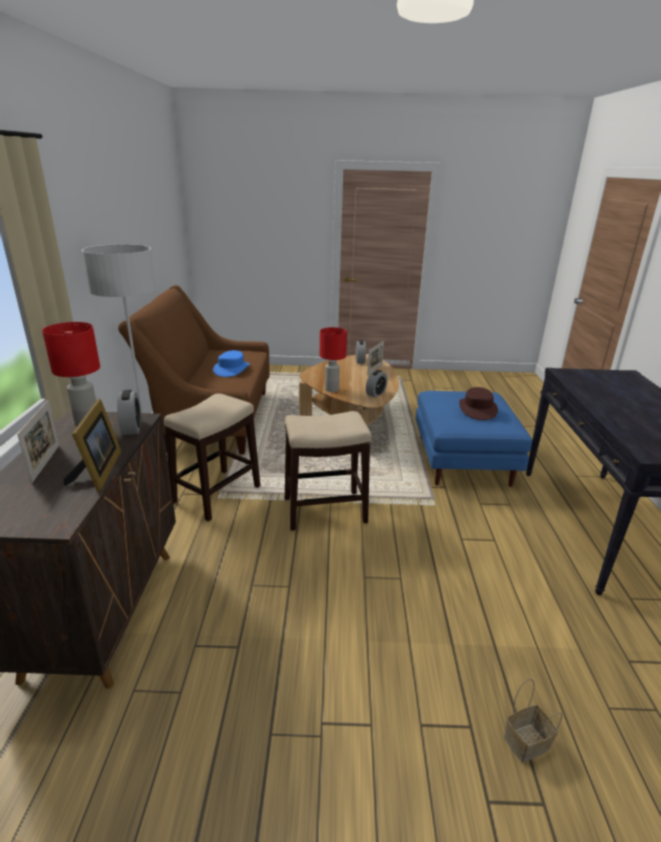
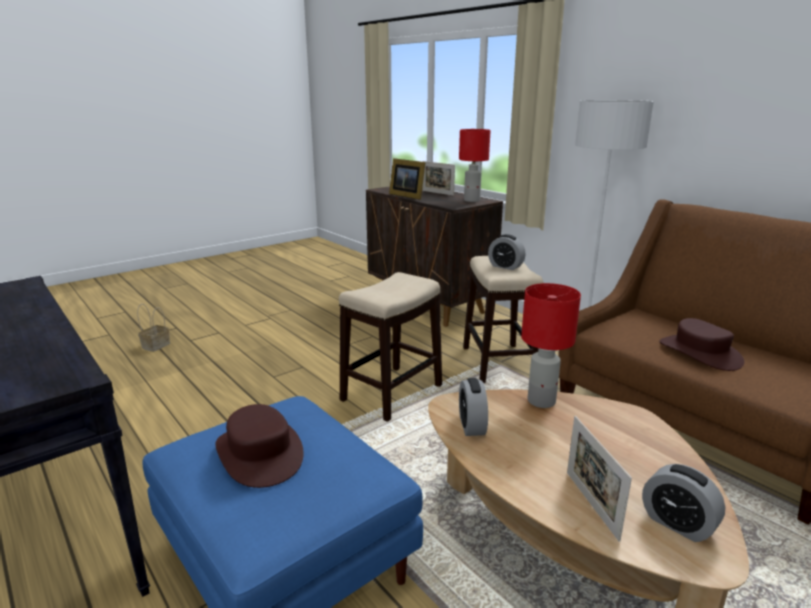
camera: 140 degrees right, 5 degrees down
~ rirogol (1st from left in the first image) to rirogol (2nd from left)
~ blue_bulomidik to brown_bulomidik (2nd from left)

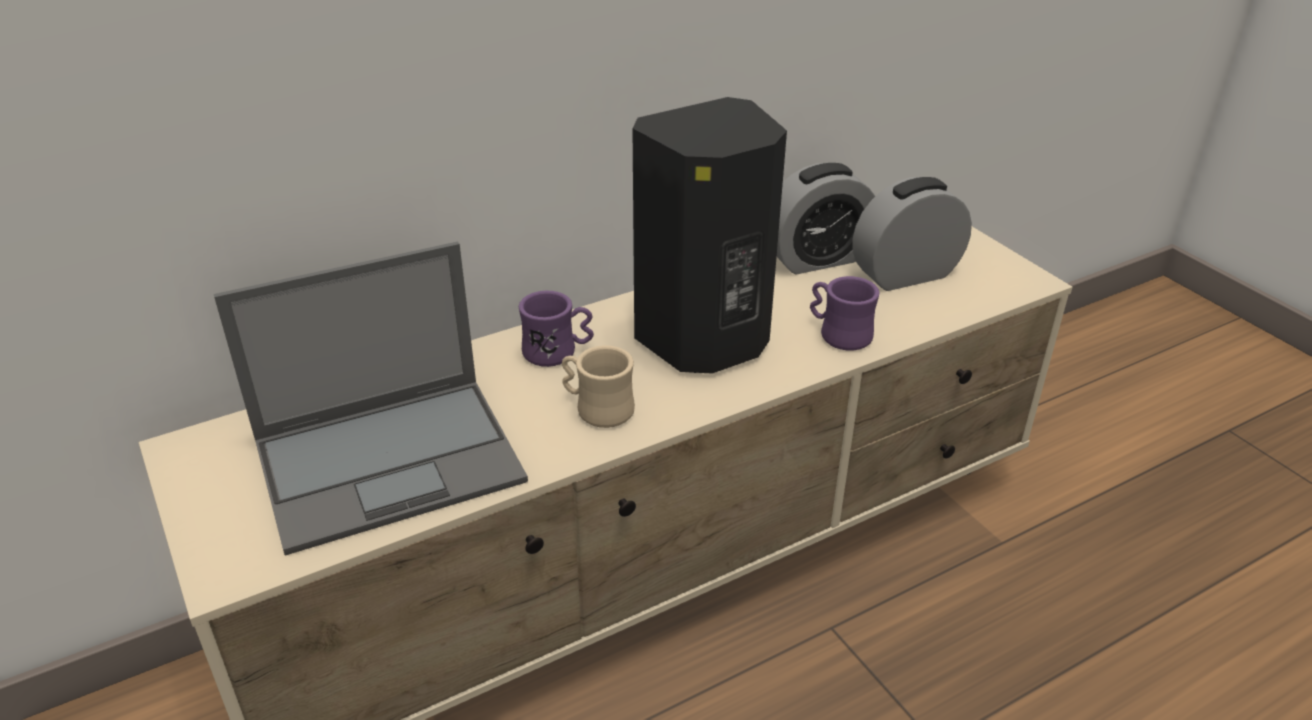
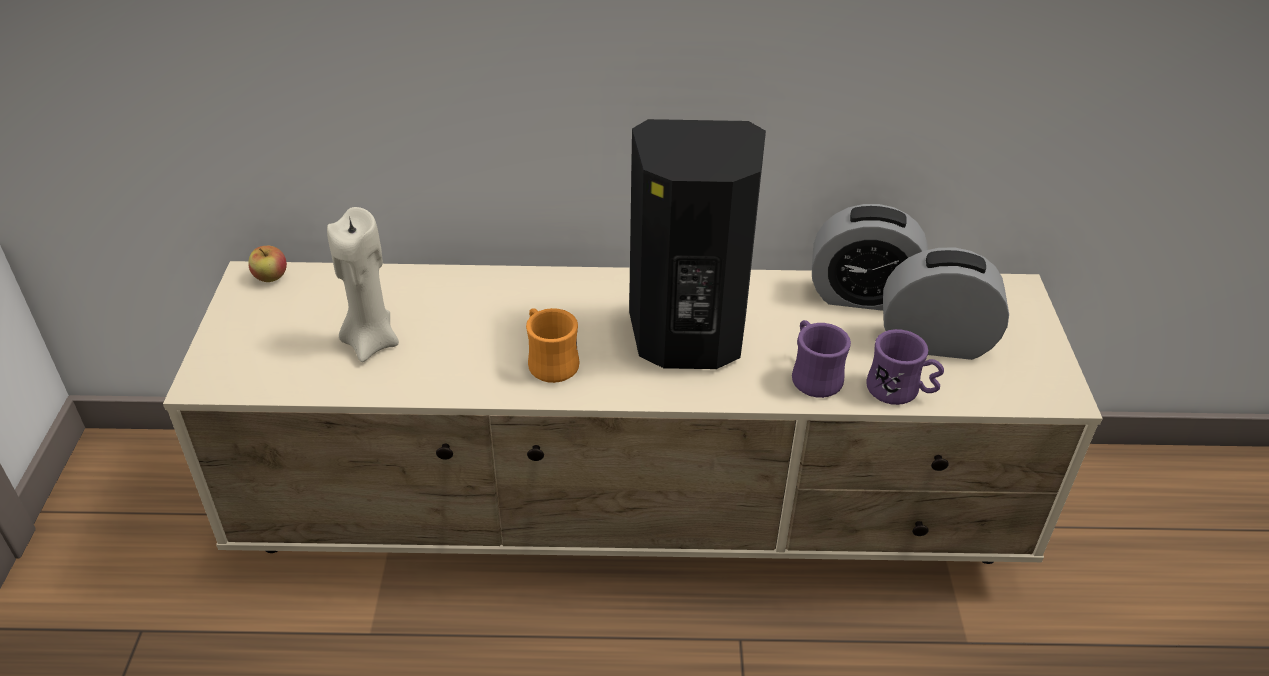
camera: 30 degrees right, 5 degrees up
+ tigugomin
~ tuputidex to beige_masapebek
~ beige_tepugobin to orange_tepugobin
~ purple_tepugobin (1st from left in the first image) to purple_tepugobin (2nd from left)

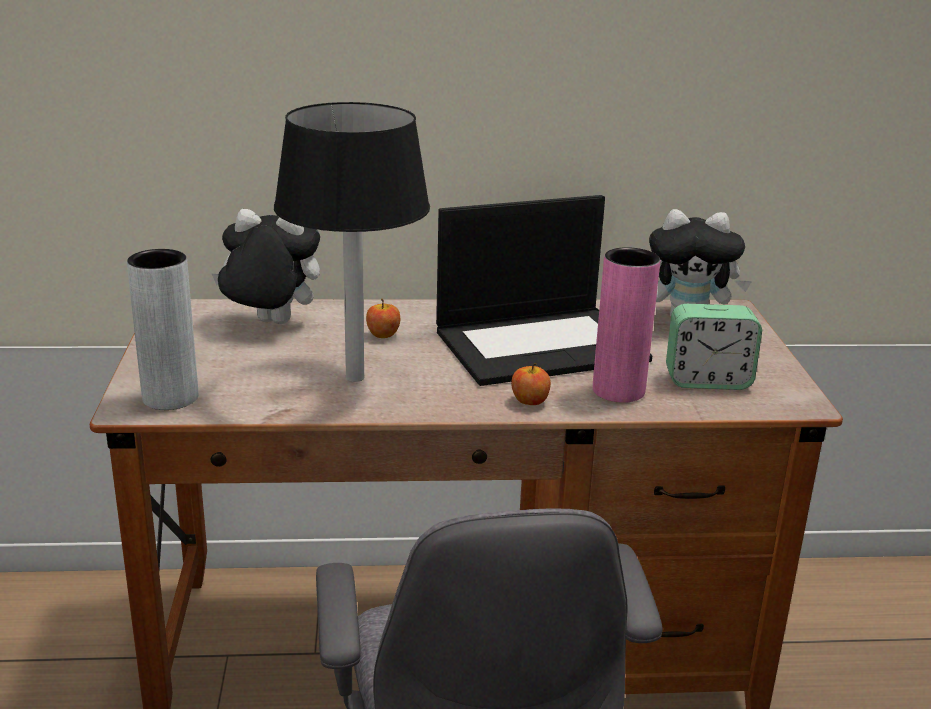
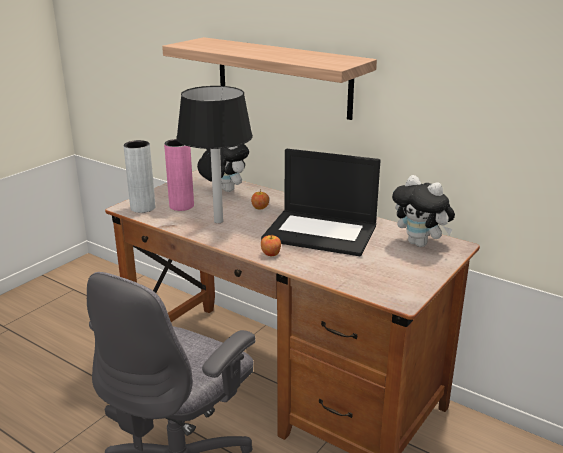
camera: 40 degrees right, 0 degrees up
+ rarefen
~ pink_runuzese
- rirogol

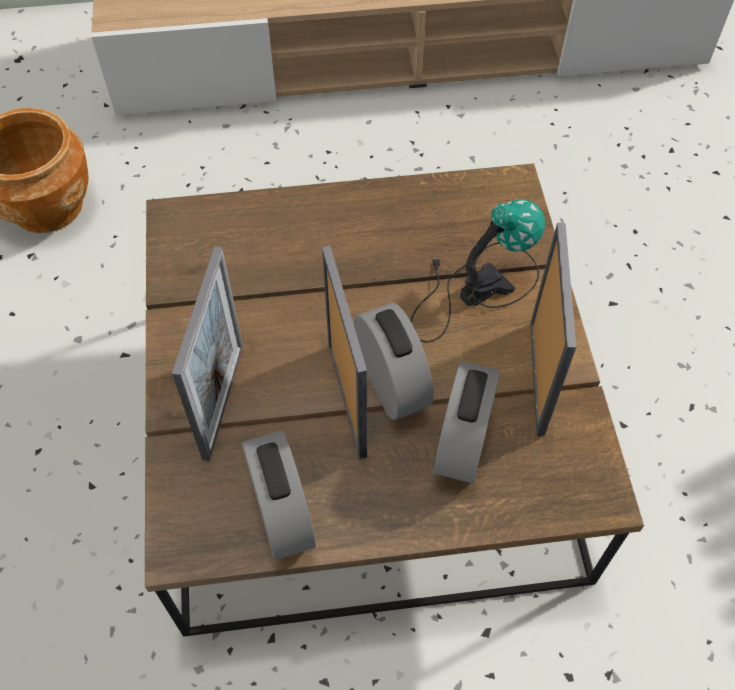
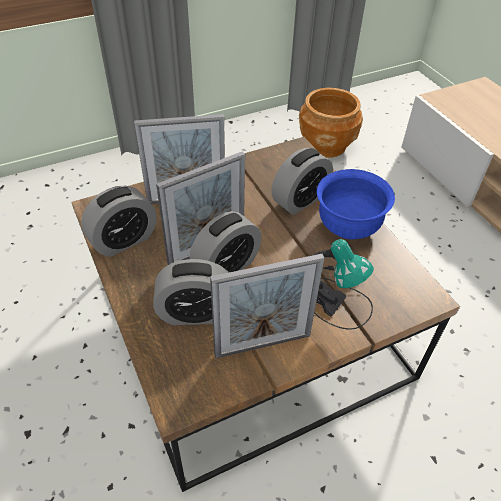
camera: 70 degrees right, 10 degrees down
+ rirogol (4th from left)
+ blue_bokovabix

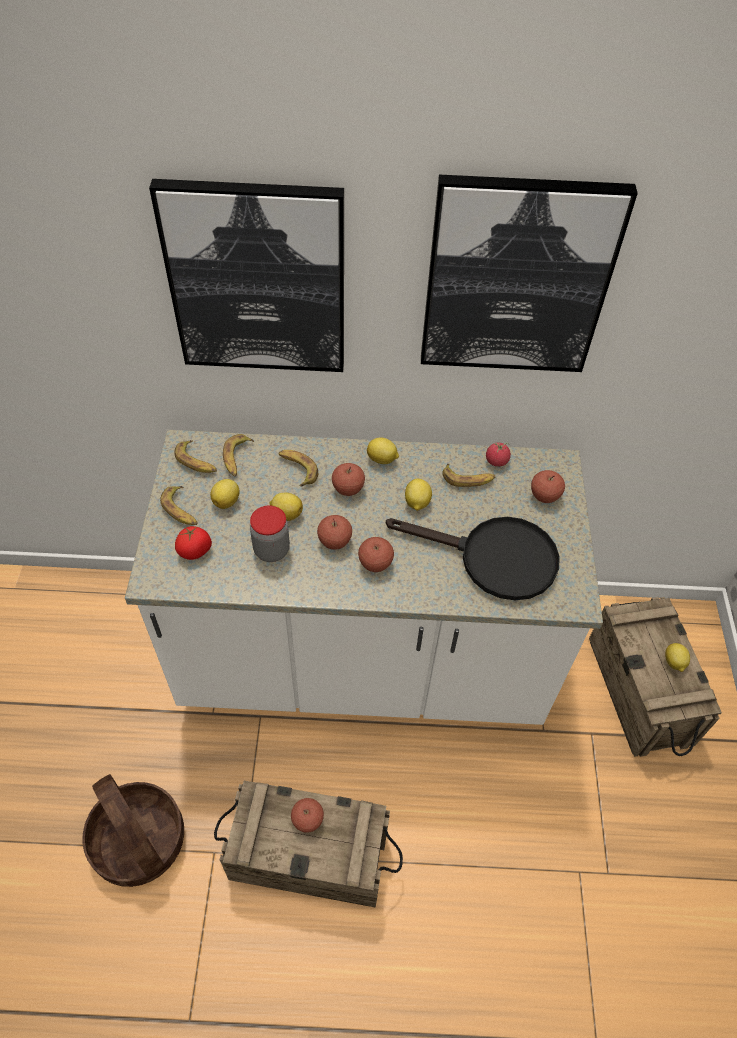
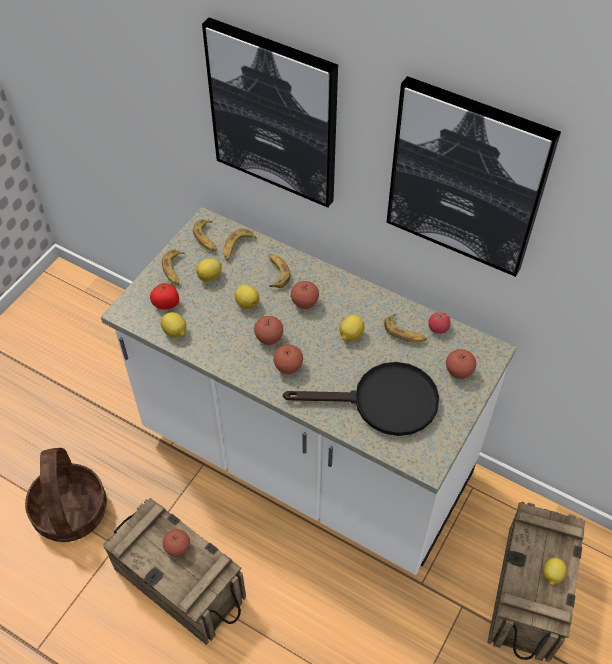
camera: 30 degrees right, 0 degrees up
~ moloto (3rd from left in the first image) to moloto (1st from left)
~ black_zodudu 45 degrees counterclockwise
- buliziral

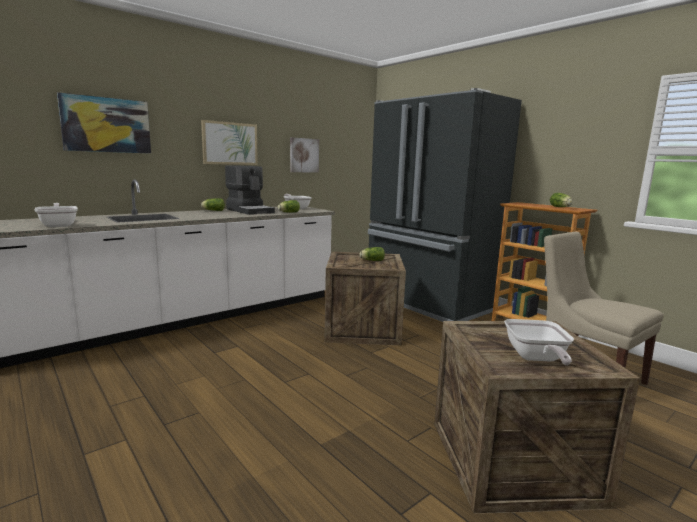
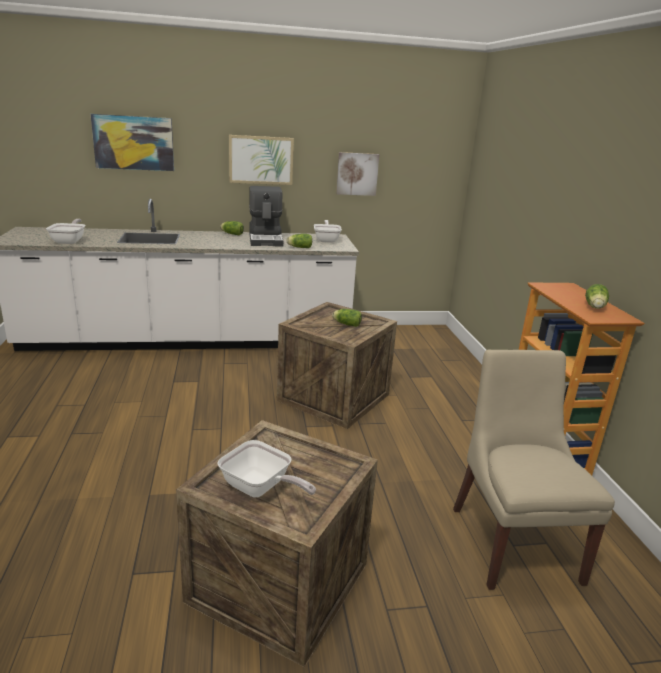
camera: 30 degrees right, 10 degrees up
~ zodudu (3rd from left in the first image) 90 degrees counterclockwise
- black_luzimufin

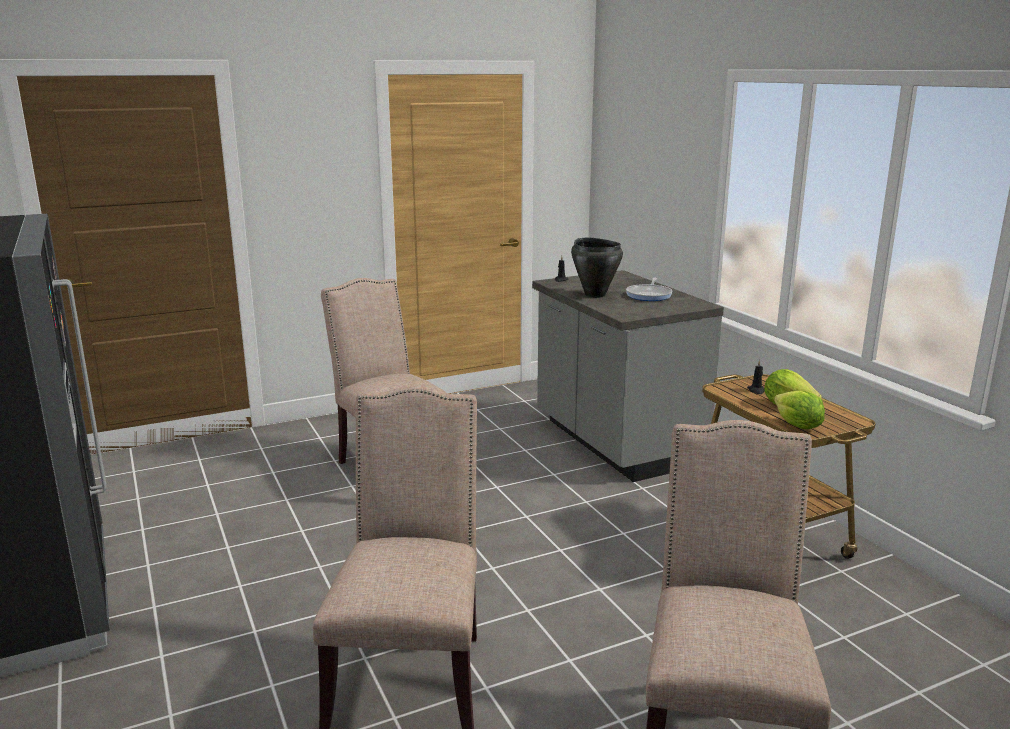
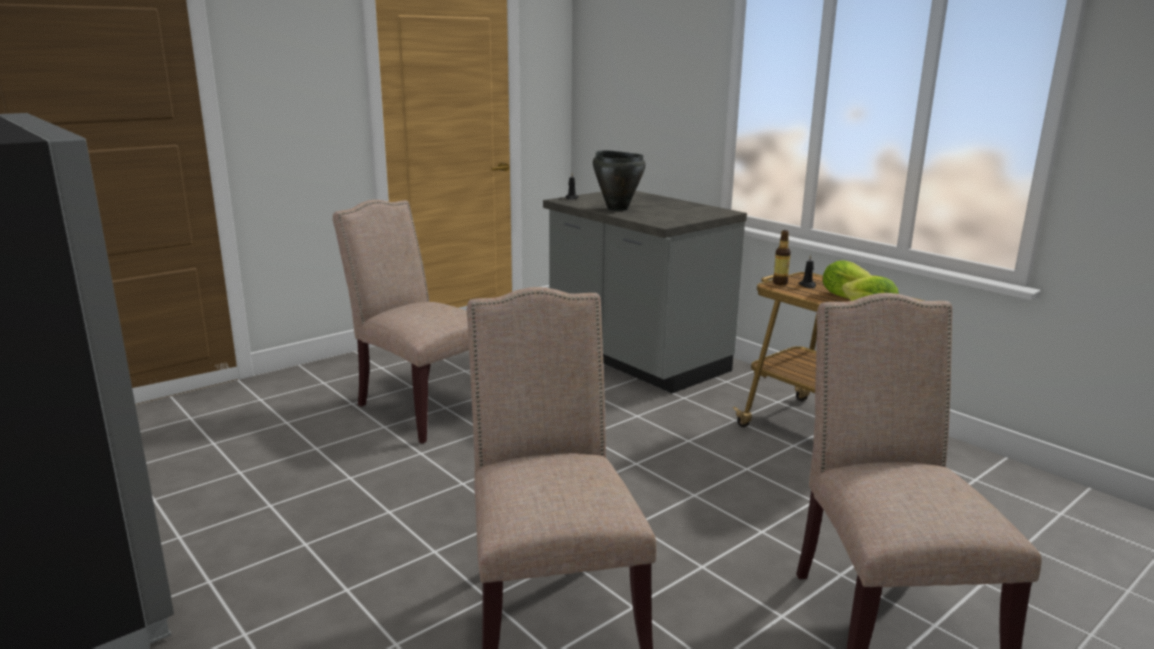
camera: 15 degrees left, 0 degrees up
+ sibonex
- zodudu

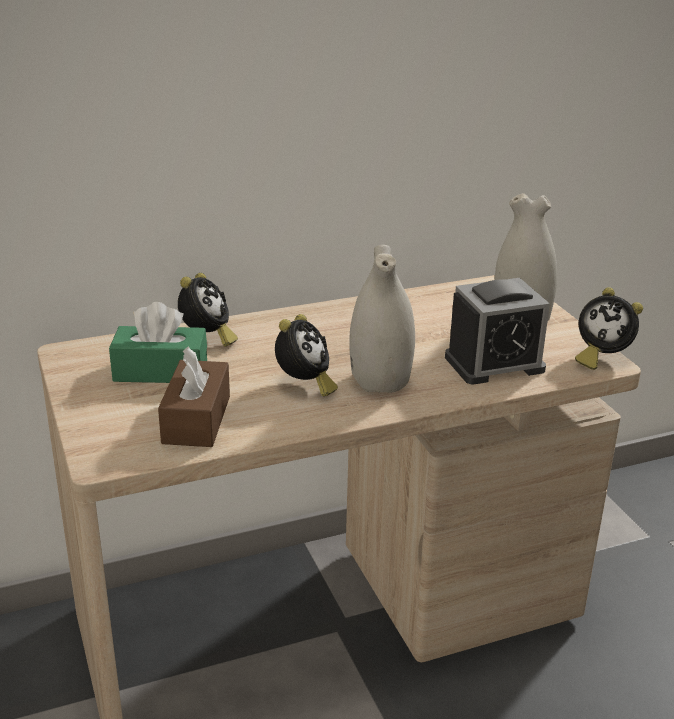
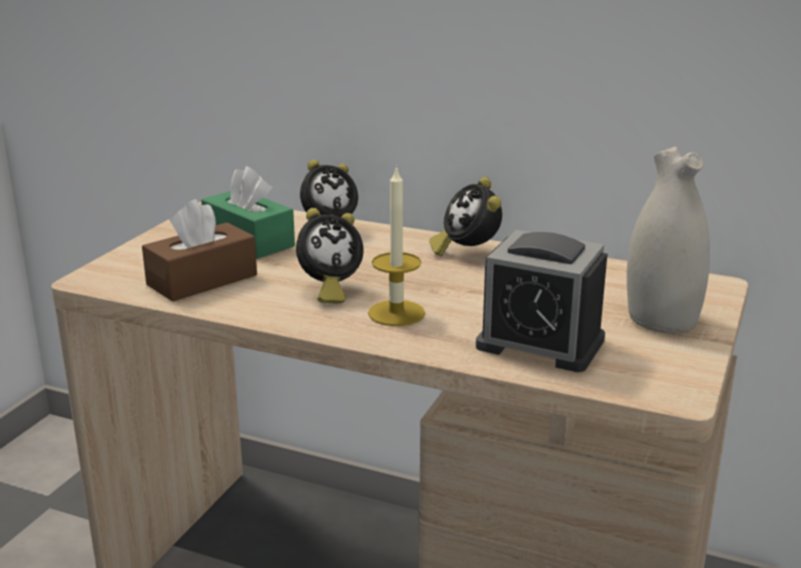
camera: 45 degrees right, 5 degrees down
~ white_runuzese (1st from left) to masapebek
~ rirogol (4th from left in the first image) to rirogol (3rd from left)

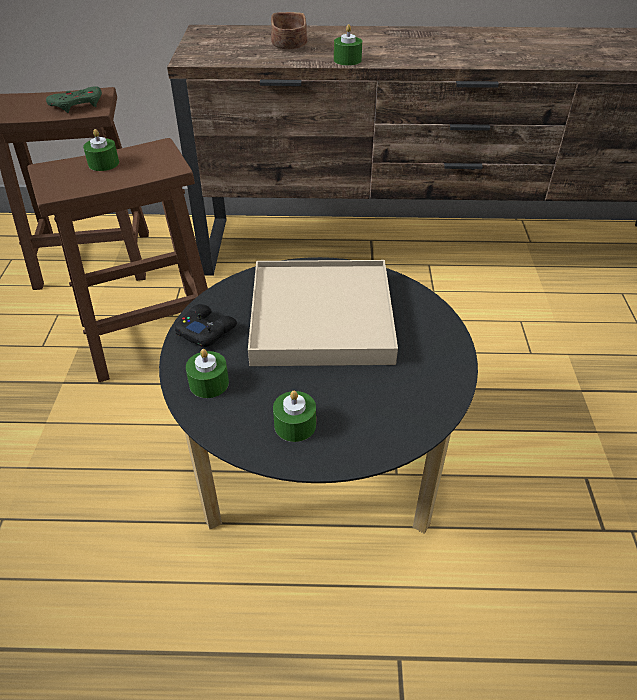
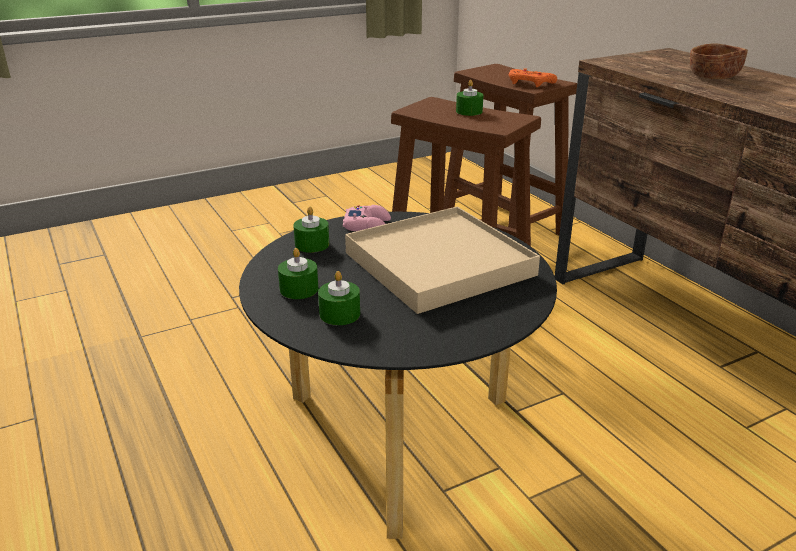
camera: 60 degrees right, 15 degrees down
~ green_masapebek (4th from left in the first image) to green_masapebek (3rd from left)
~ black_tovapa to pink_tovapa
~ green_tovapa to orange_tovapa

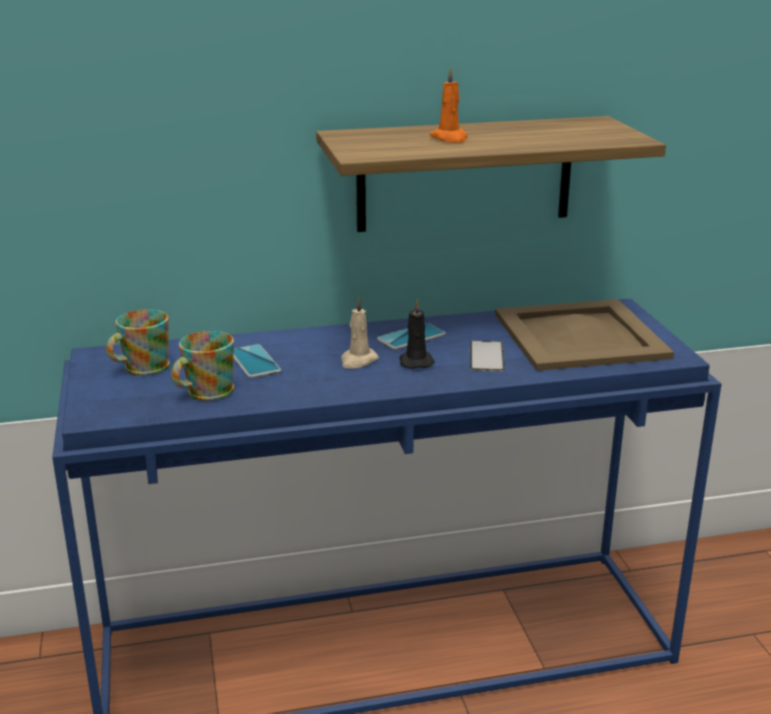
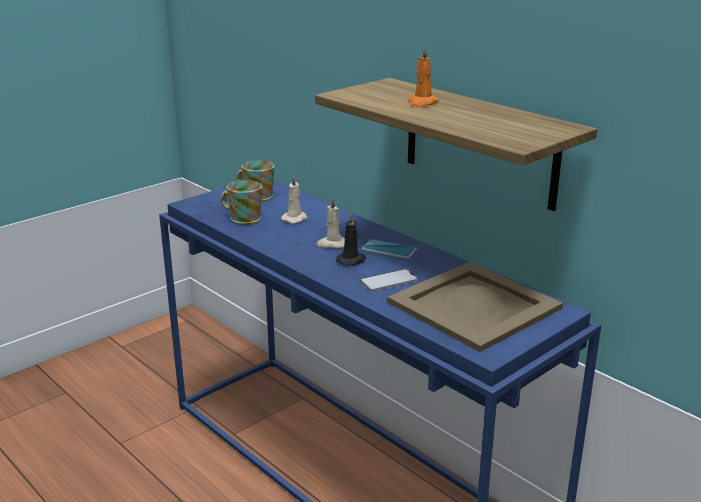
camera: 60 degrees right, 0 degrees up
~ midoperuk (1st from left) to beige_masapebek (1st from left)

